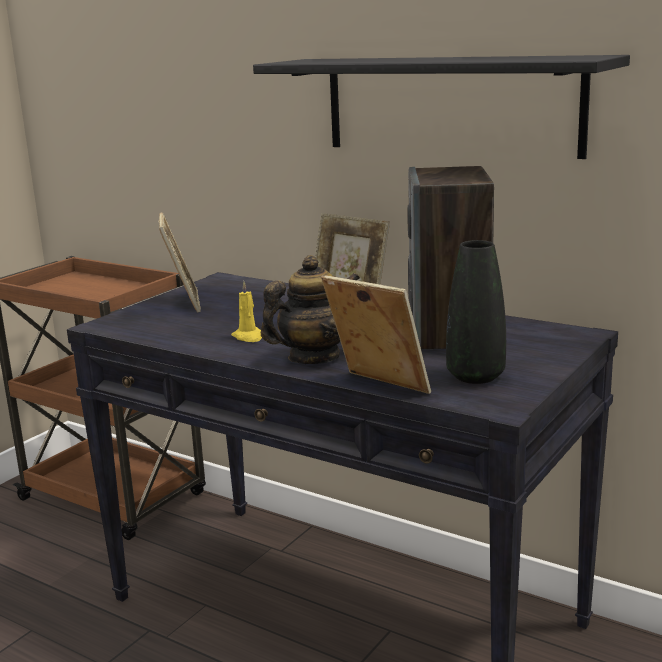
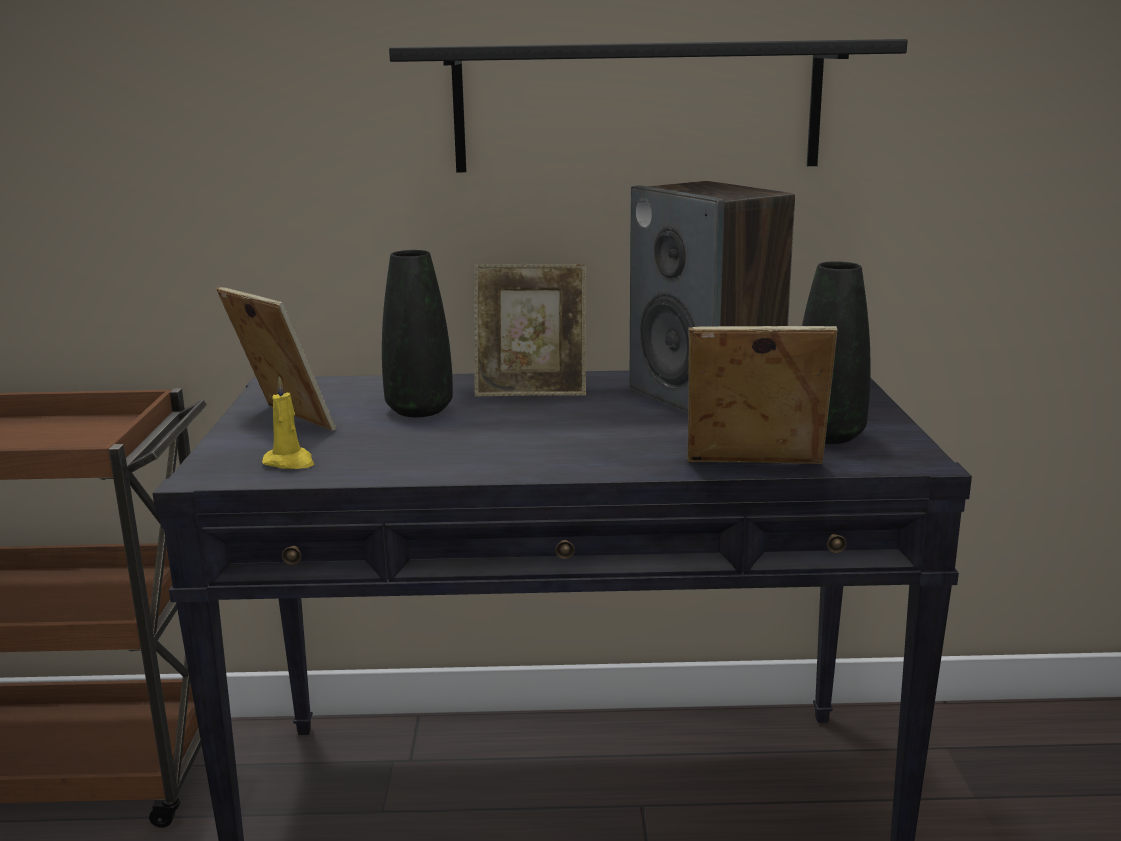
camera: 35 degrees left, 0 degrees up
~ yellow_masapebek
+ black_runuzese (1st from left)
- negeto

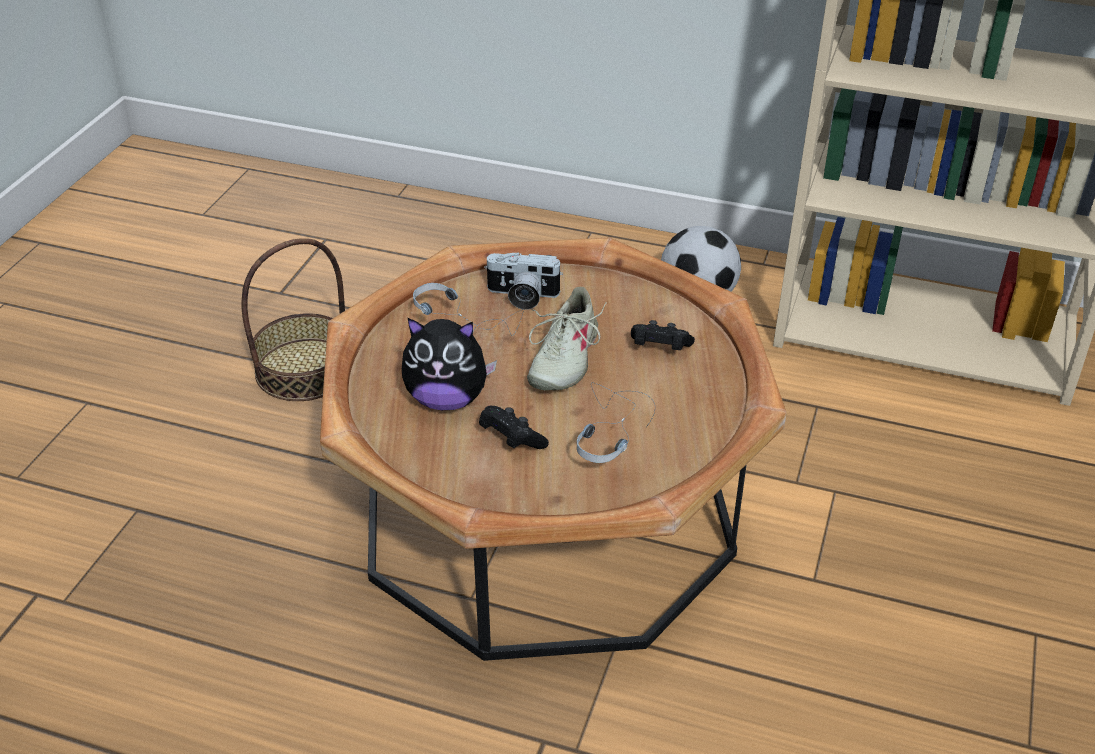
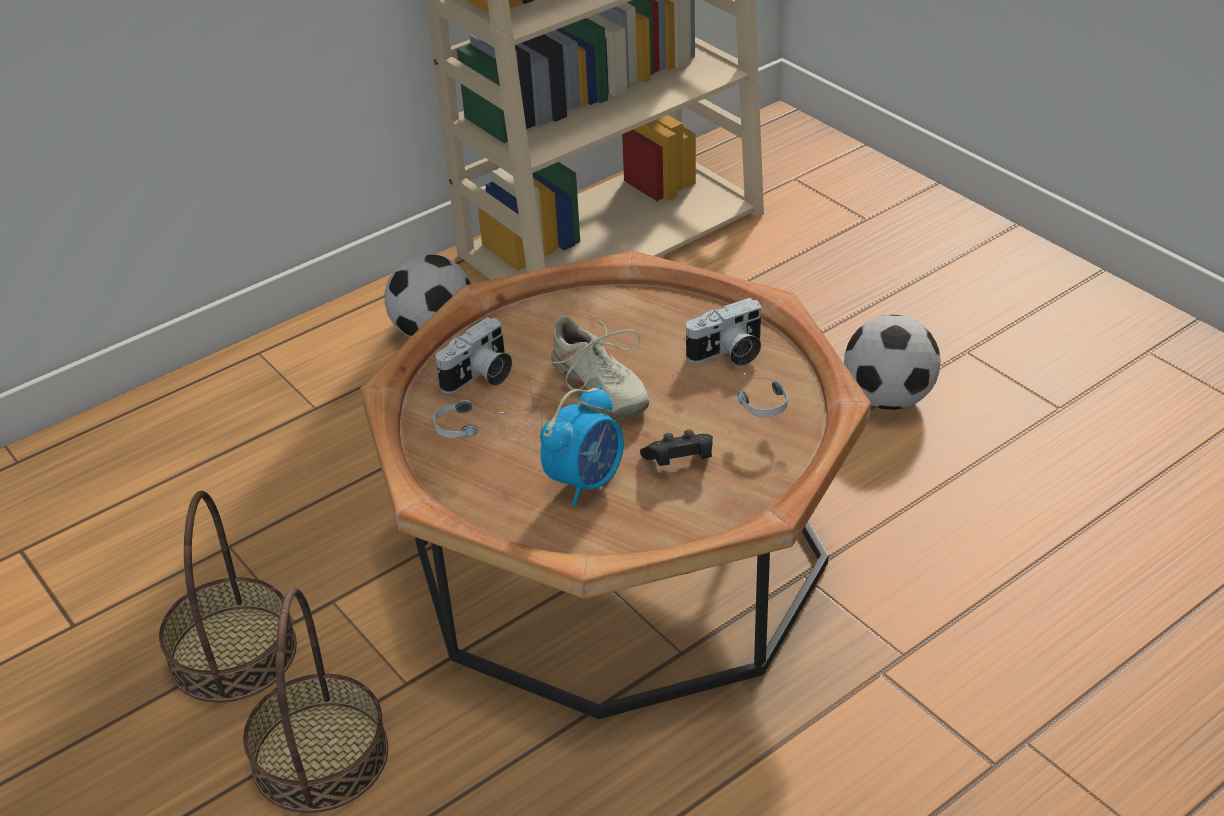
camera: 55 degrees left, 0 degrees up
+ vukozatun (2nd from left)
~ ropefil to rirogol
+ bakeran (2nd from left)
+ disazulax (2nd from left)
- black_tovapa (2nd from left)

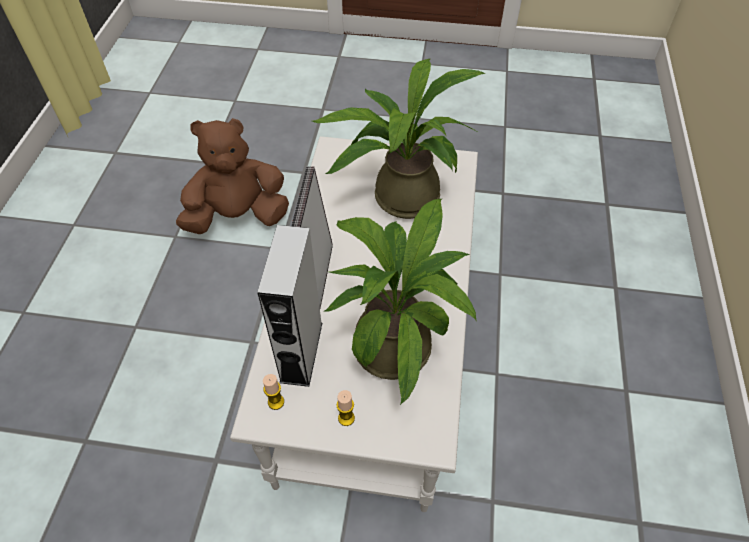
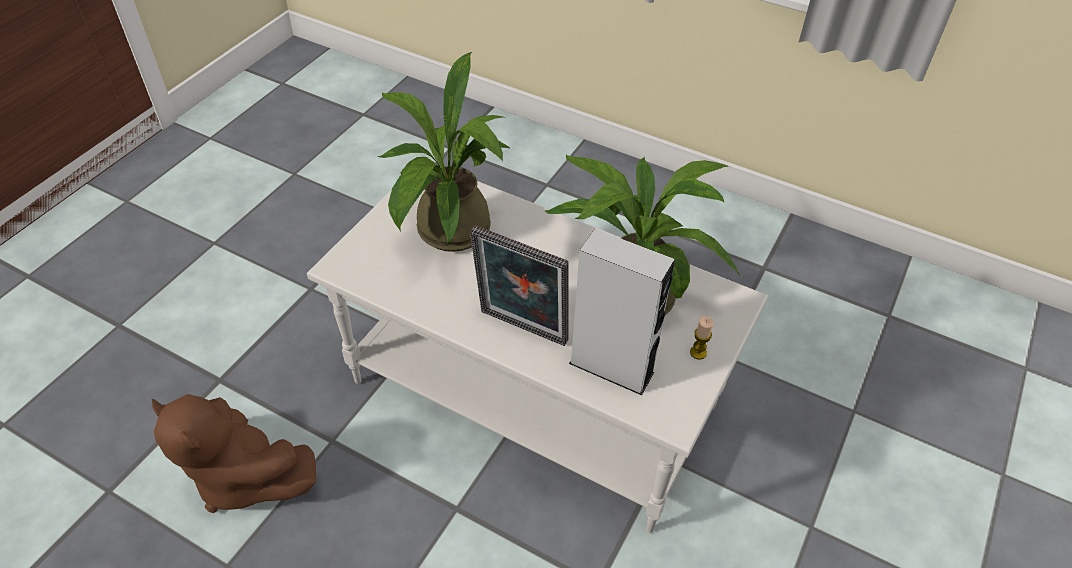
camera: 70 degrees left, 5 degrees down
~ brown_ropefil 60 degrees counterclockwise
- masapebek (1st from left)

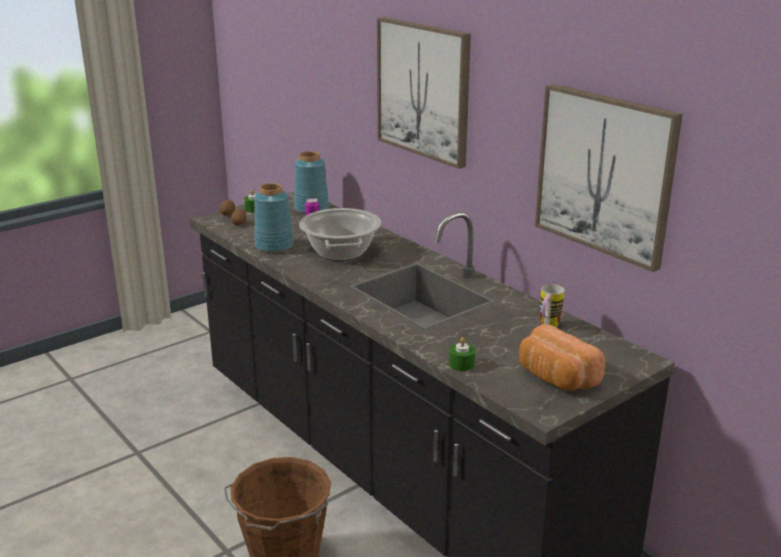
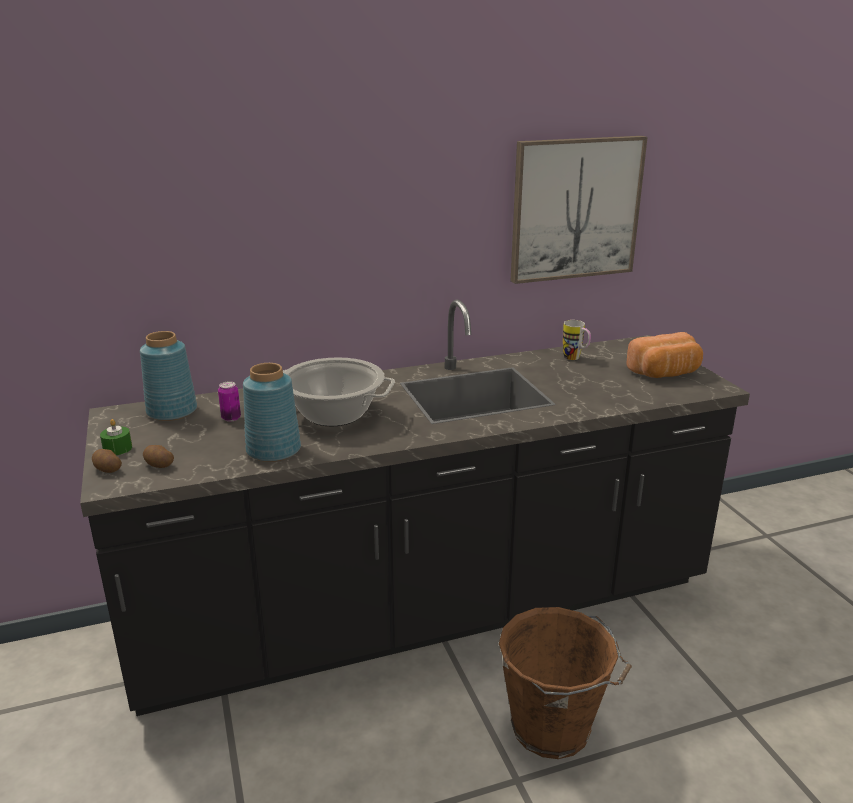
camera: 70 degrees left, 0 degrees up
- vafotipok (1st from left)
- green_masapebek (2nd from left)

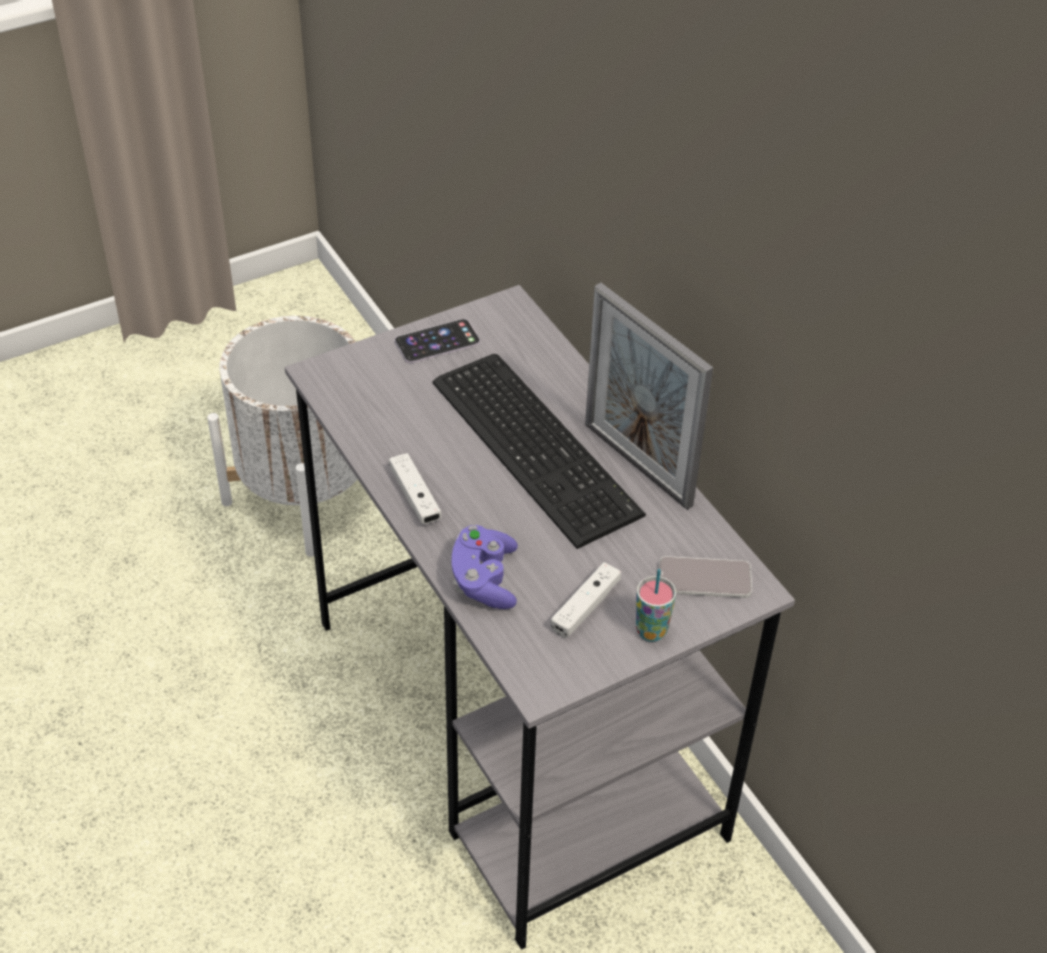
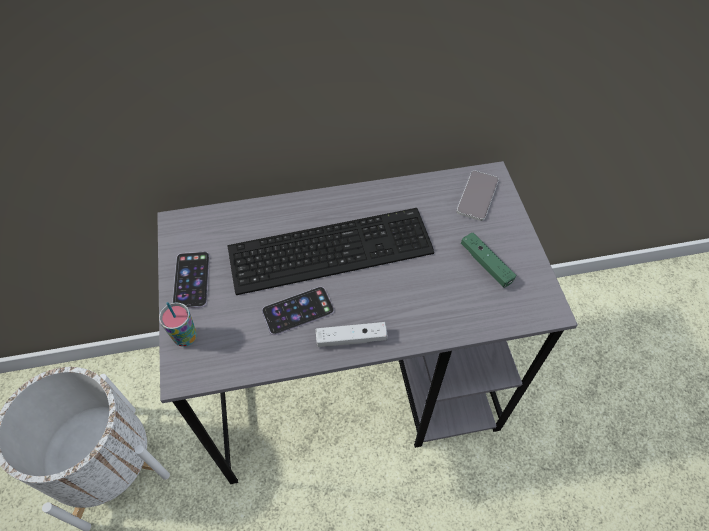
camera: 70 degrees left, 10 degrees up
~ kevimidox
+ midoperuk (2nd from left)
~ white_tovapa (2nd from left) to green_tovapa
- purple_tovapa
- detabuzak

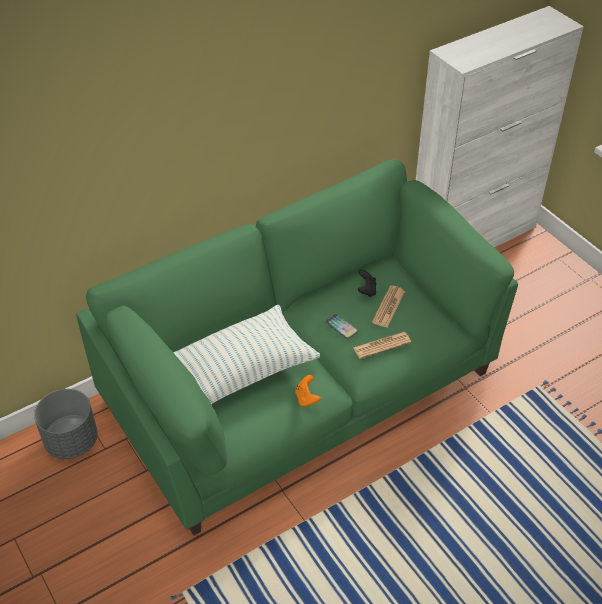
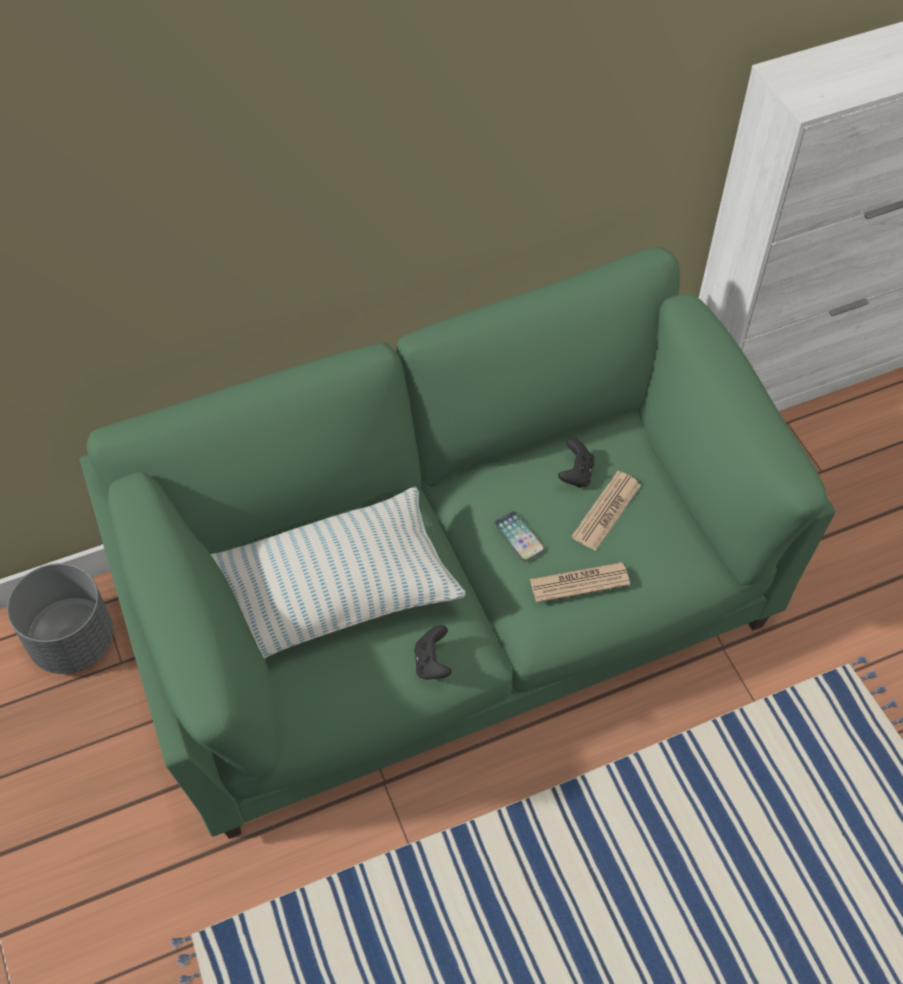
camera: 10 degrees right, 10 degrees up
~ orange_tovapa to black_tovapa (1st from left)

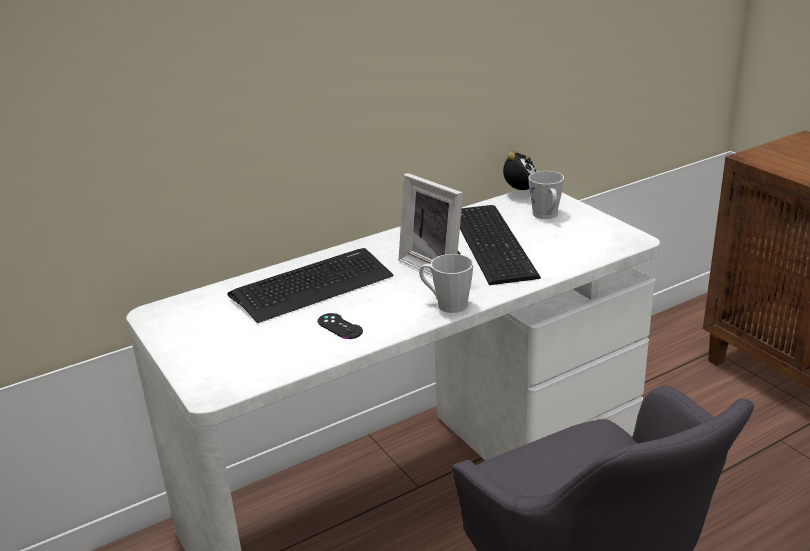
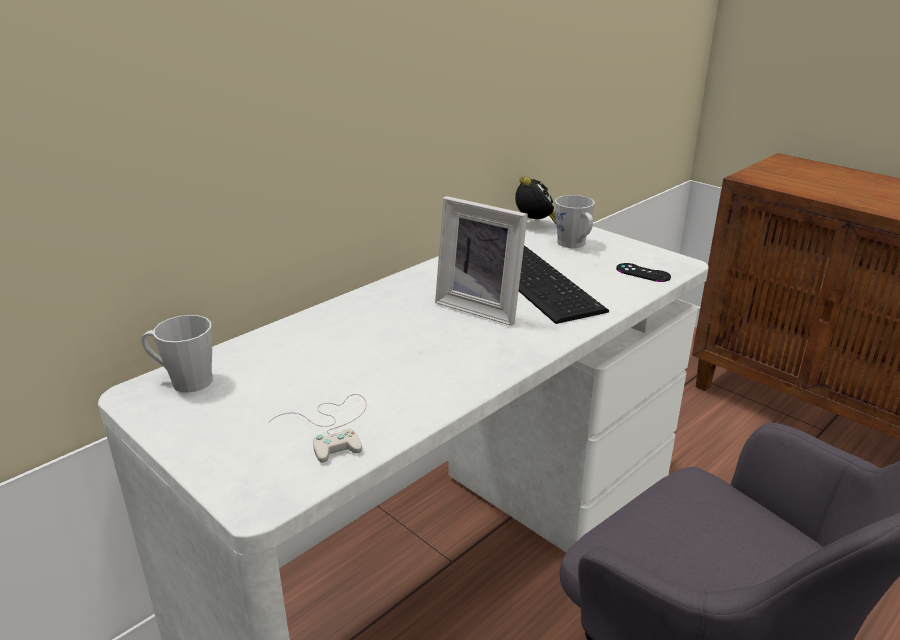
camera: 15 degrees left, 0 degrees up
~ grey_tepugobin (1st from left)
+ white_tovapa
~ black_tovapa
- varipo (1st from left)

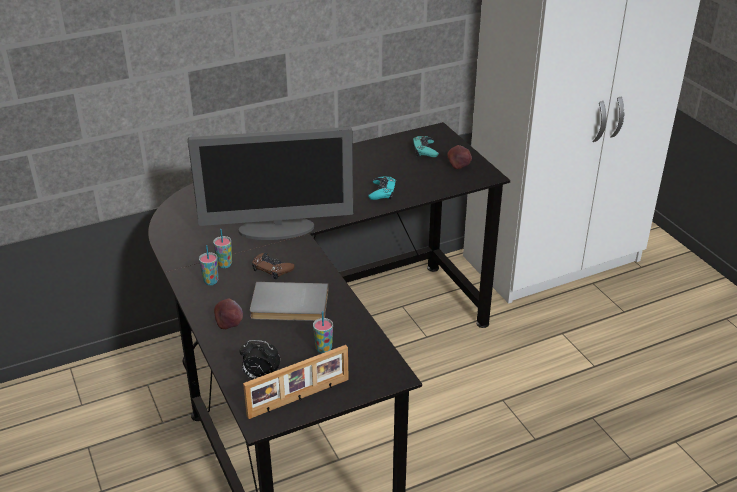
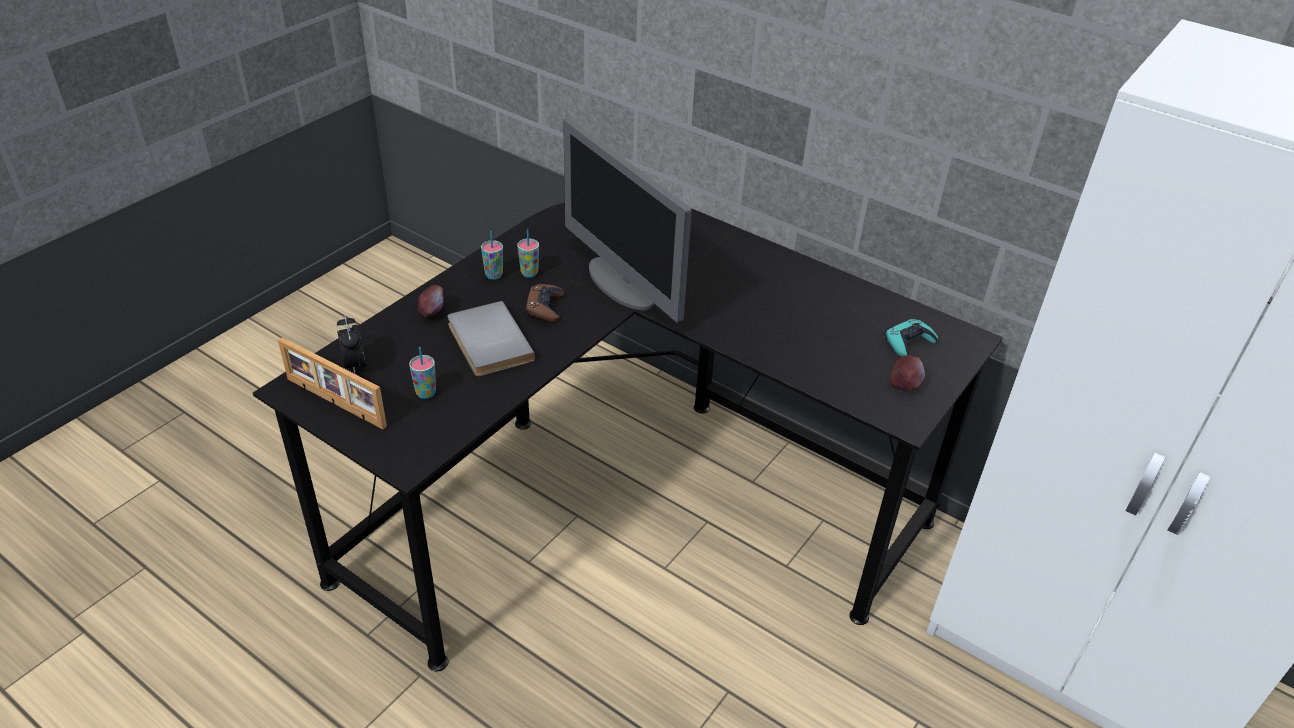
camera: 60 degrees right, 5 degrees up
- turquoise_tovapa (1st from left)

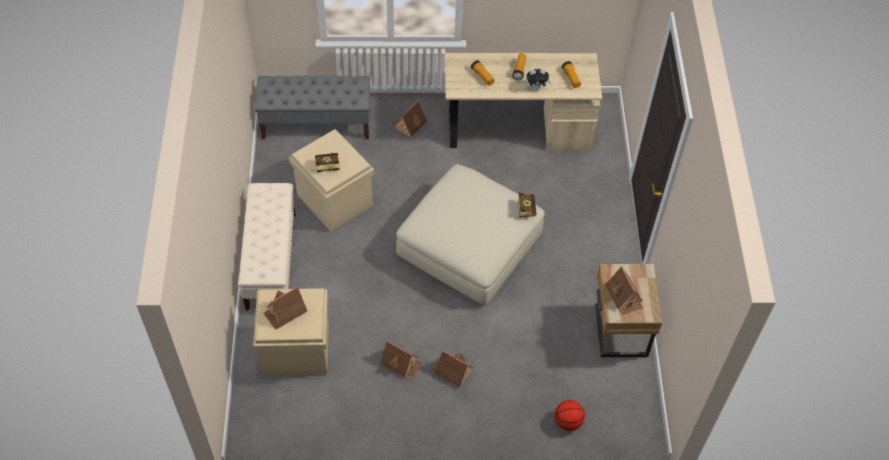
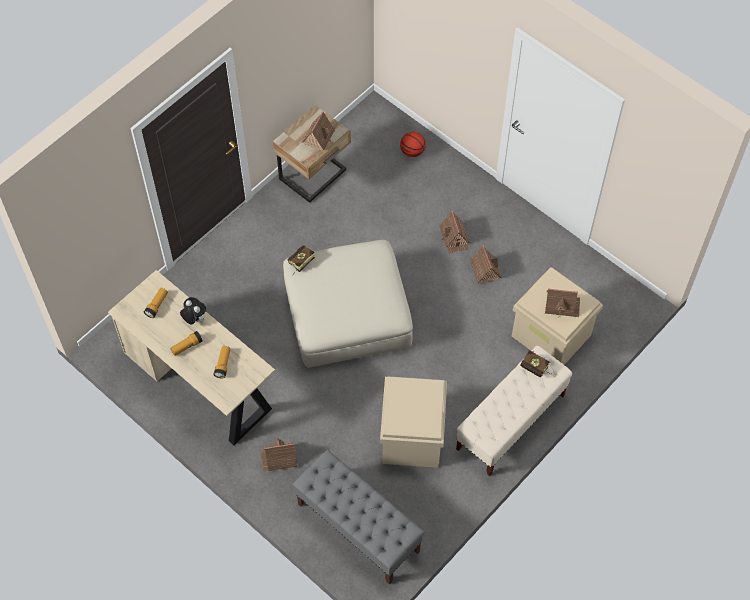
camera: 135 degrees left, 5 degrees up
~ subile (1st from left in the first image) to subile (2nd from left)

